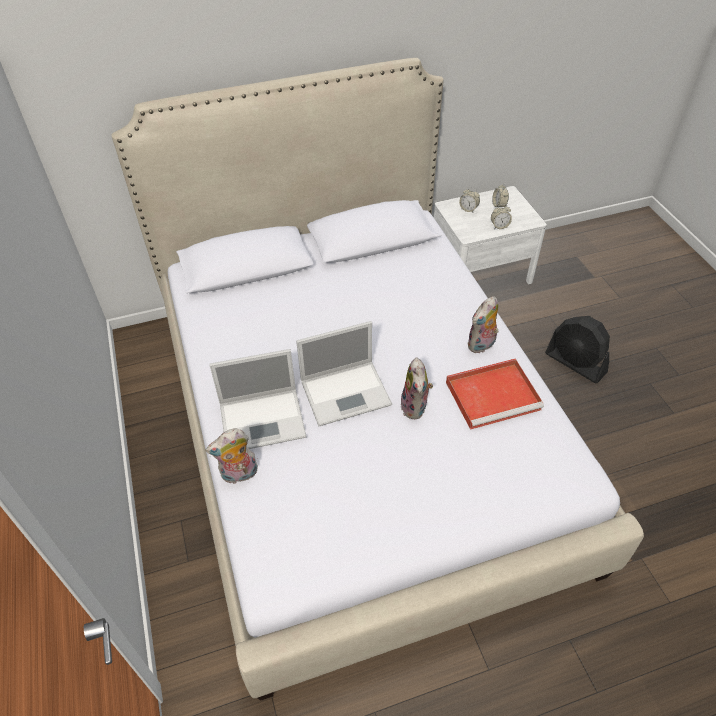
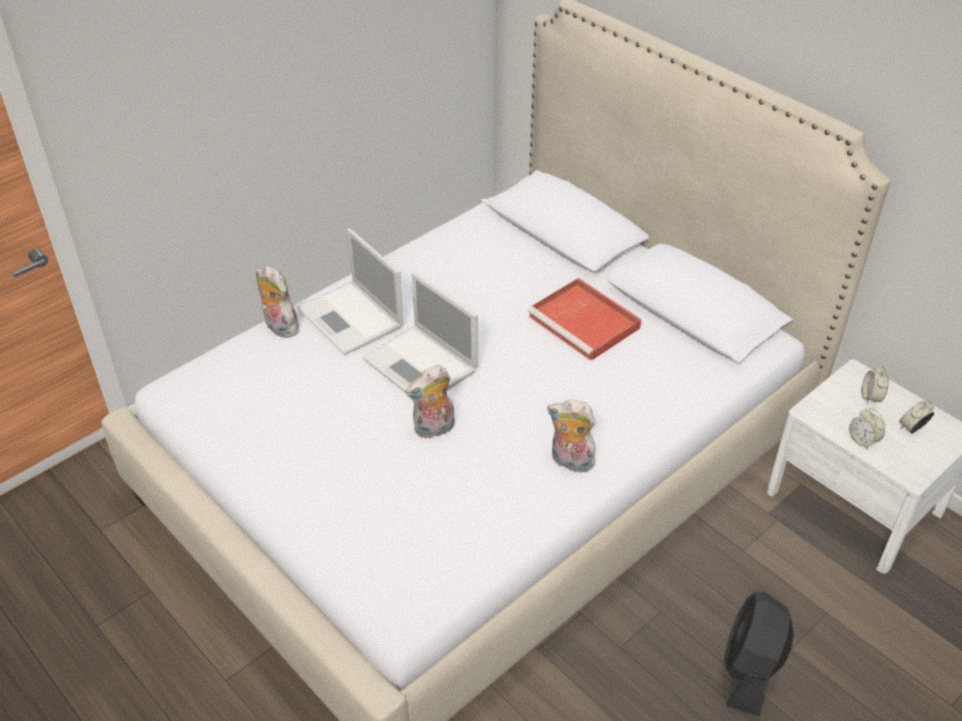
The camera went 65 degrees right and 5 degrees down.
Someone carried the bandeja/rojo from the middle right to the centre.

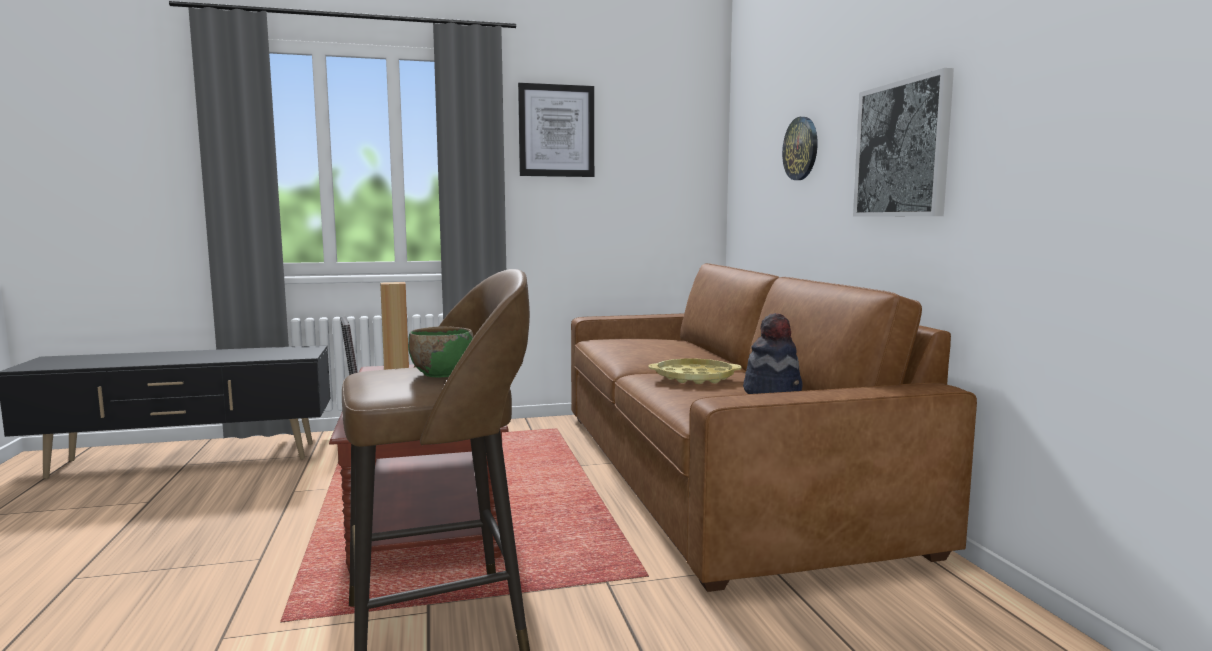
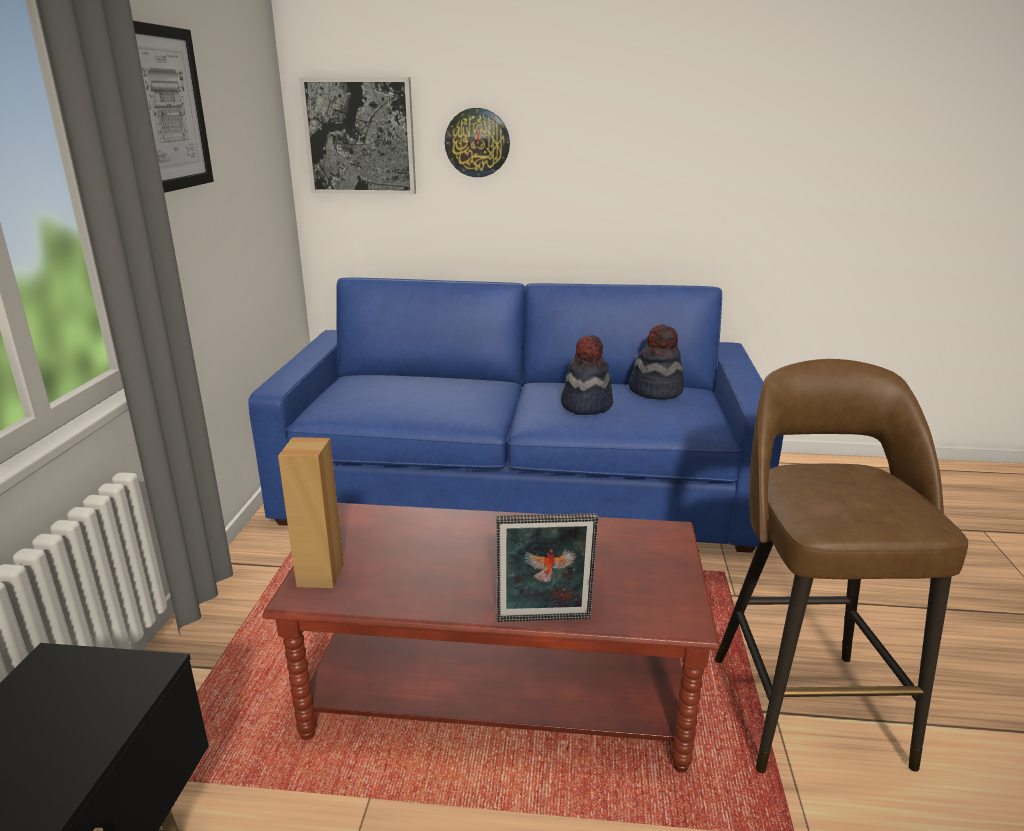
The camera went 70 degrees left and 15 degrees up.
Someone carried the cuadro (2nd from left) from the top right to the top centre.
Someone repainted the sofá/marrón at the centre, which became the sofá/azul at the centre.
Someone took away the cuenco/verde at the centre.
Someone swapped the bandeja/amarillo at the centre for the sombrero (1st from left) at the centre.

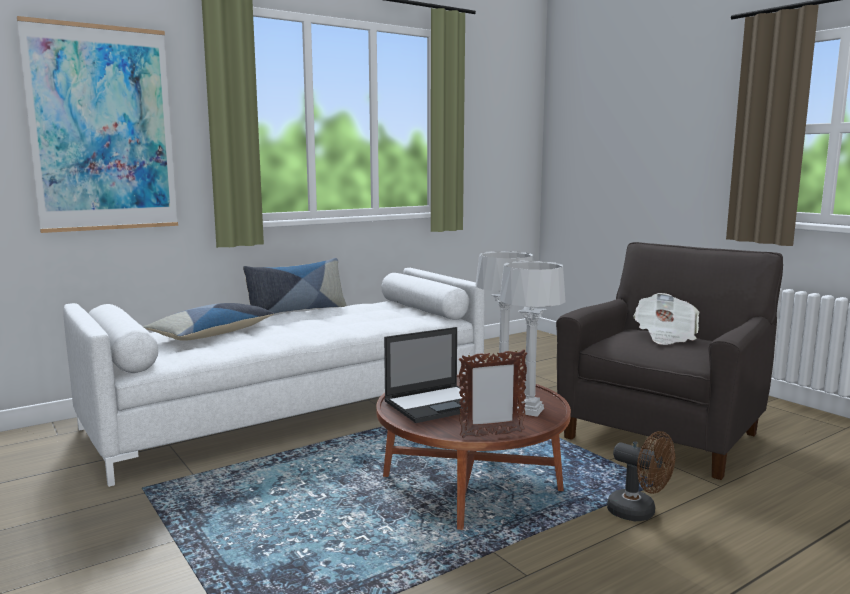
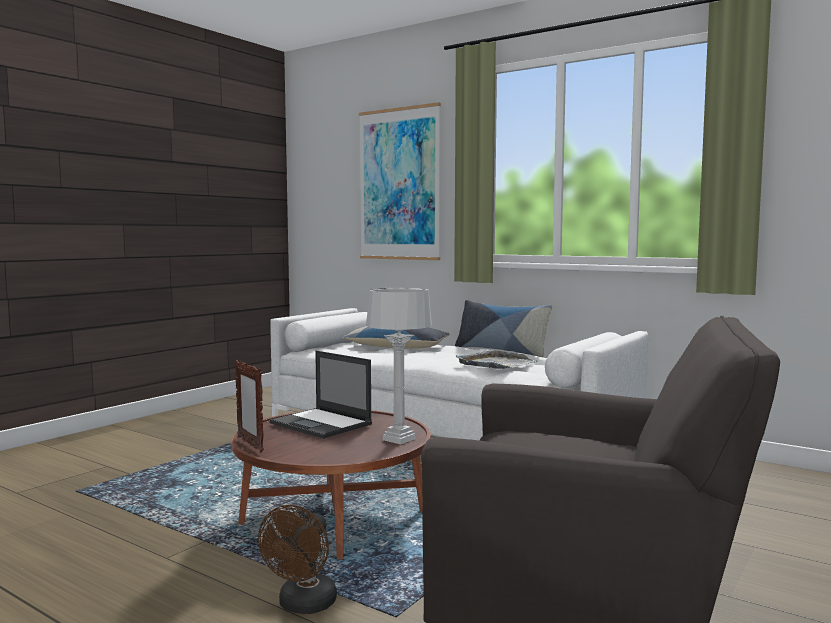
The camera went 70 degrees right and 5 degrees down.
Someone took away the lámpara de mesa/gris (2nd from left) at the centre.
Someone took away the periódico at the middle right.
Someone put down the bandeja/gris at the centre.

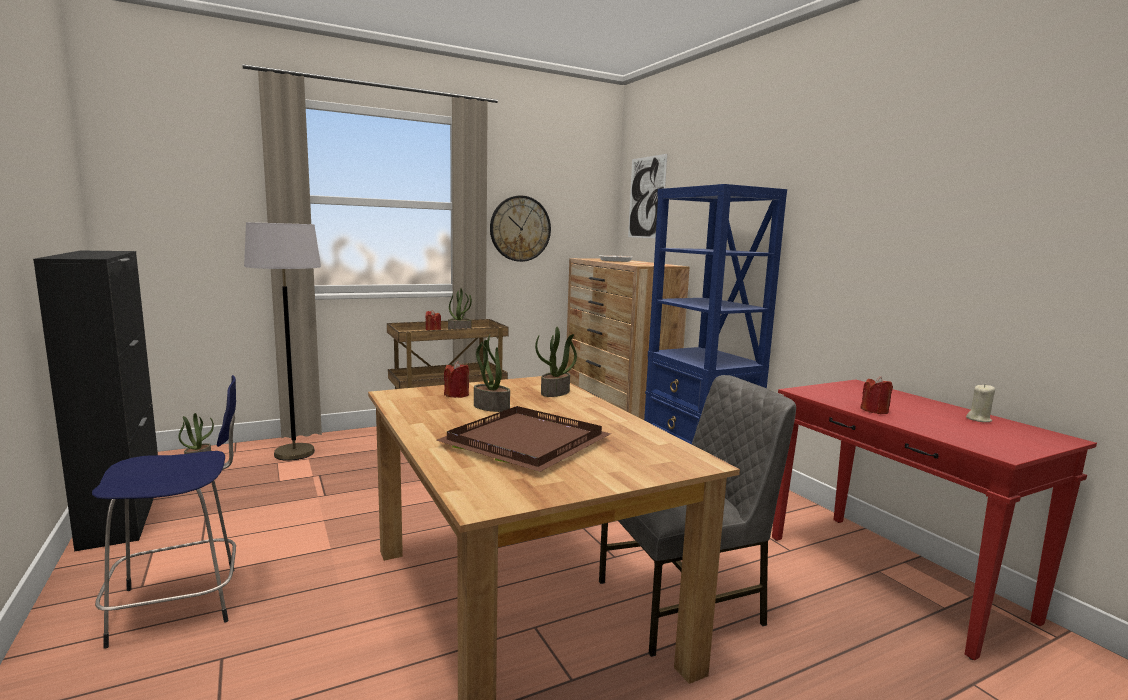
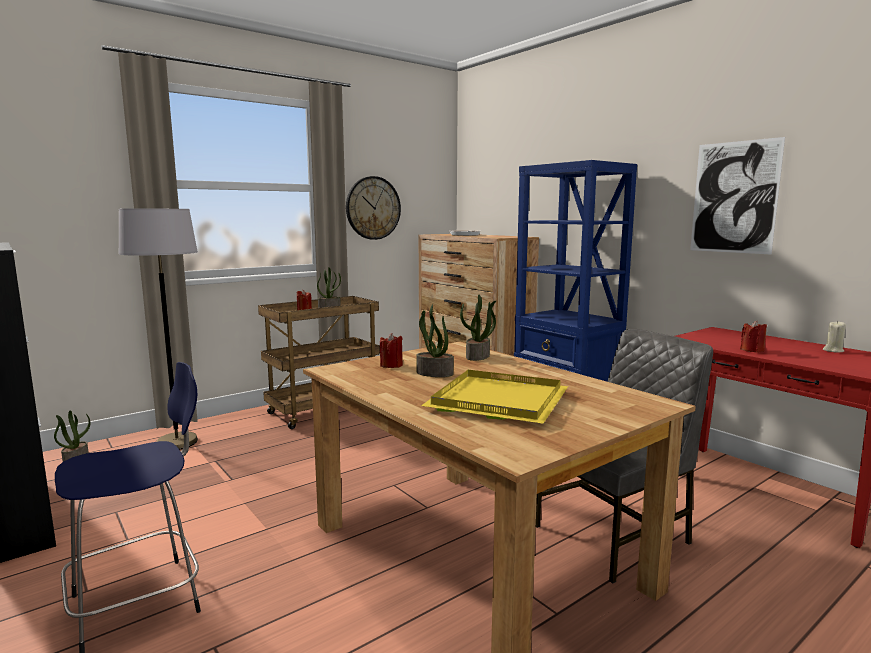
The camera went 10 degrees left and 0 degrees up.
Someone carried the cuadro from the top centre to the top right.
Someone repainted the bandeja/marrón at the centre, which became the bandeja/amarillo at the centre.

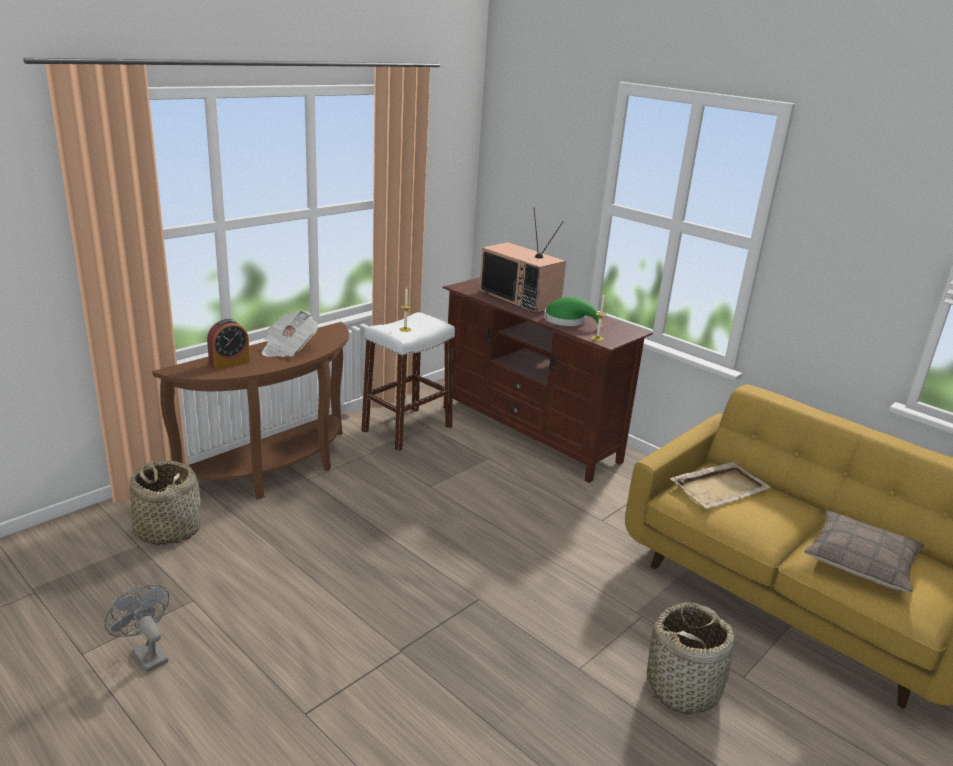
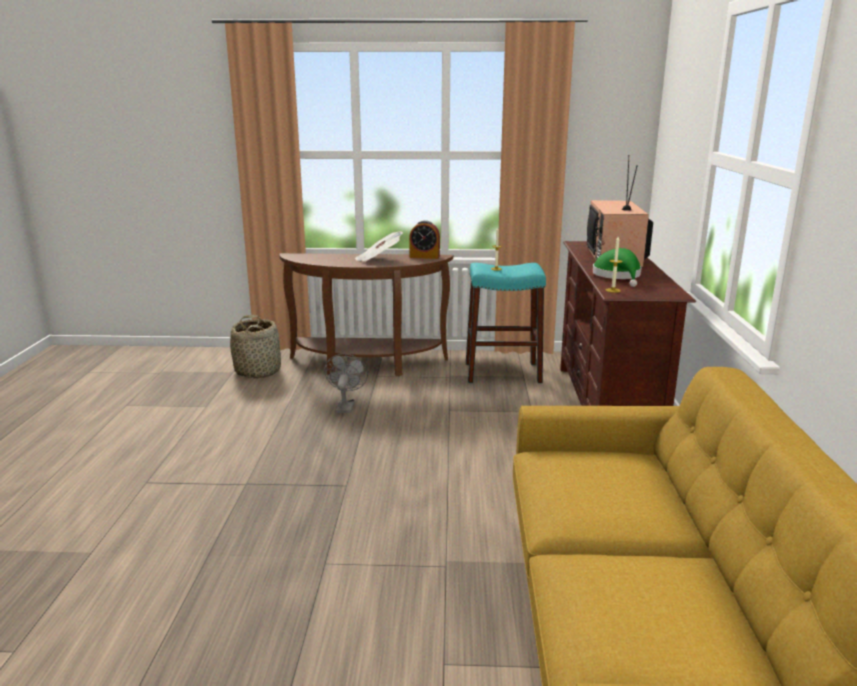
The camera went 50 degrees right and 5 degrees down.
Someone repainted the taburete/blanco at the centre, which became the taburete/turquesa at the centre.
Someone carried the despertador from the middle left to the centre.
Someone took away the bandeja/beis at the middle right.
Someone took away the cojín at the bottom right.
Someone carried the ventilador/gris from the bottom left to the centre.
Someone took away the cesta (2nd from left) at the bottom right.

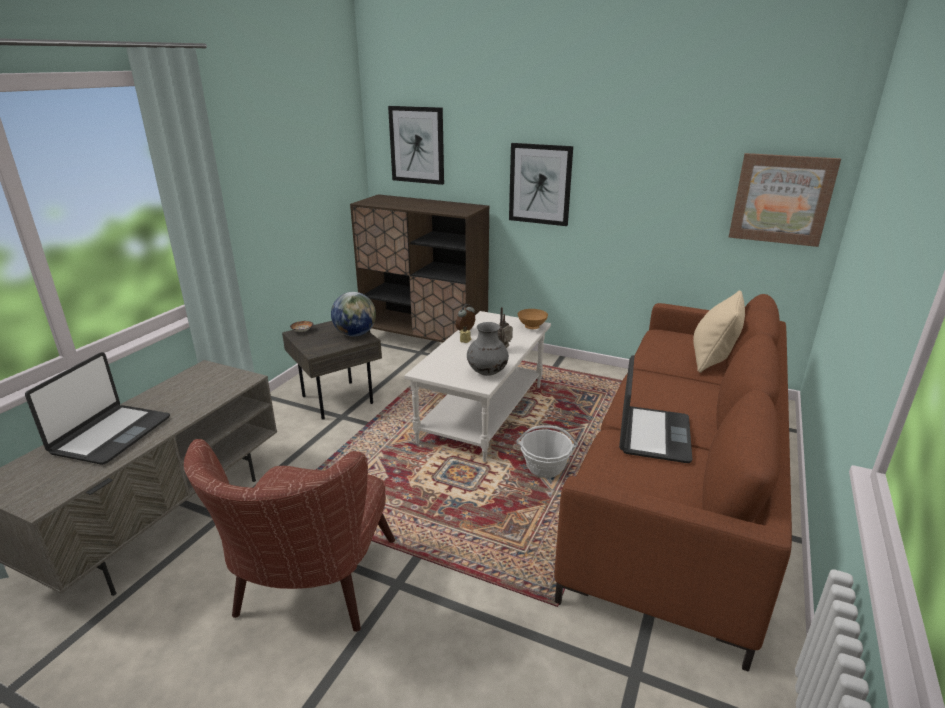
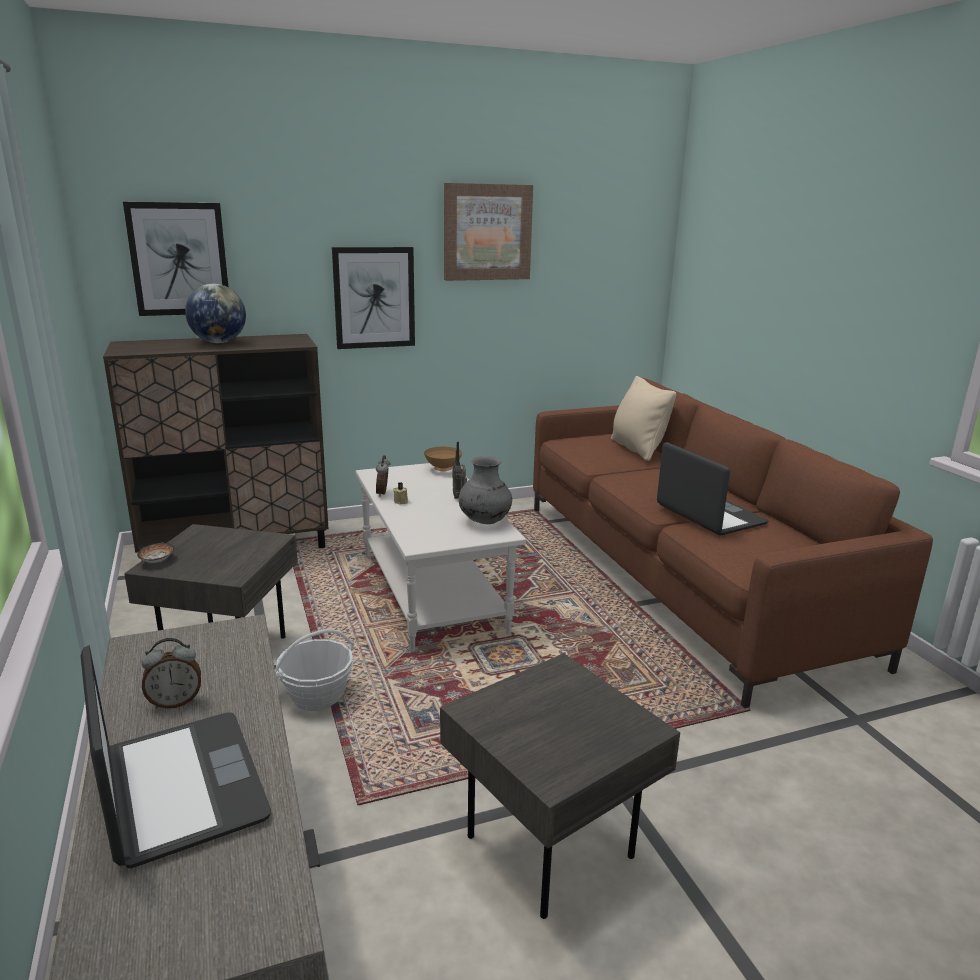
The camera went 45 degrees left and 5 degrees down.
Someone carried the cuadro (3rd from left) from the top right to the top centre.
Someone carried the globo terráqueo from the centre to the top left.
Someone carried the cesta from the centre to the bottom left.
Someone swapped the sillón/marrón at the bottom left for the mesa auxiliar/gris (2nd from left) at the bottom centre.
Someone put down the despertador (1st from left) at the bottom left.

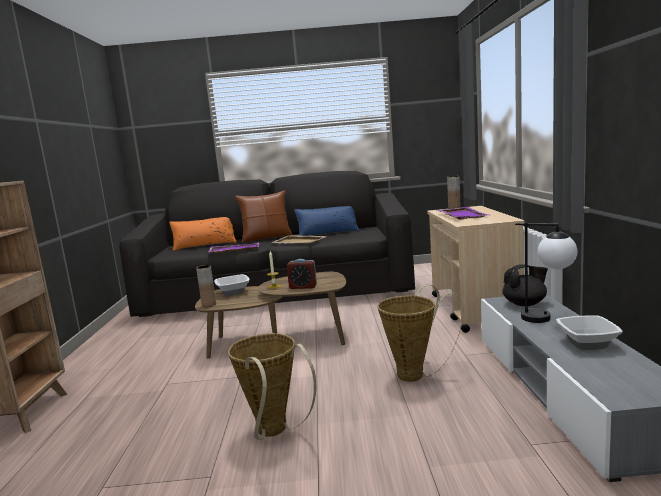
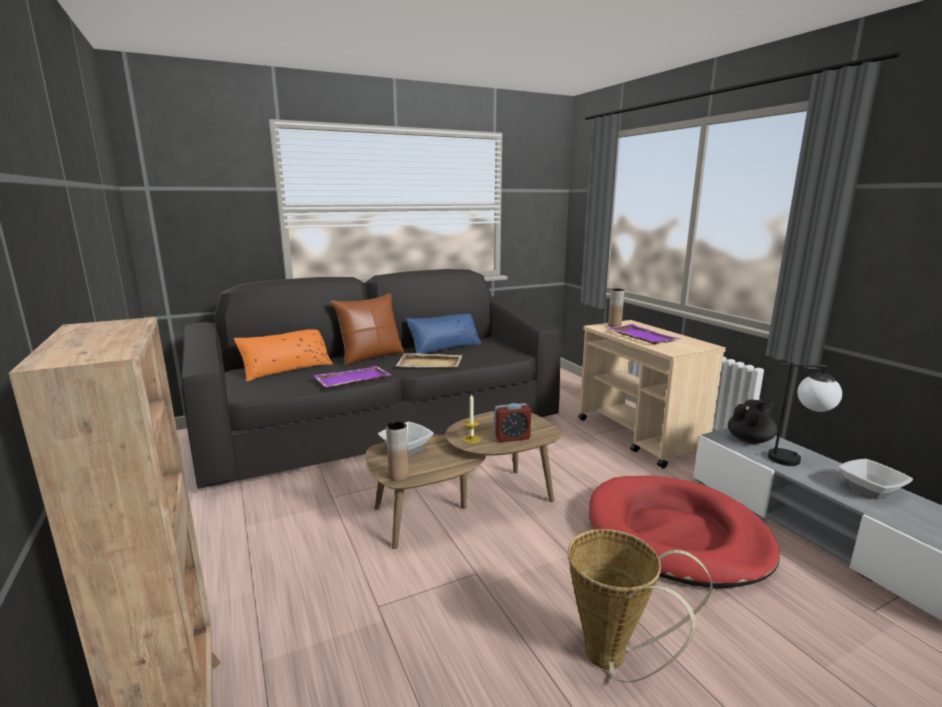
The camera went 25 degrees left and 5 degrees up.
Someone swapped the cesta (2nd from left) at the bottom centre for the cama para perro/rojo at the bottom right.

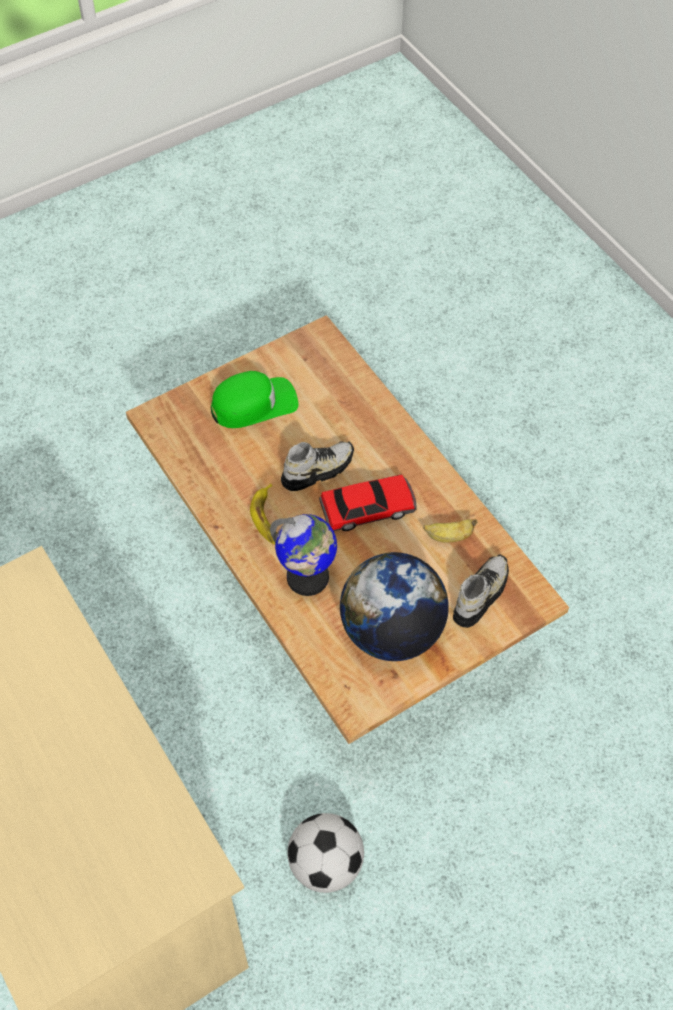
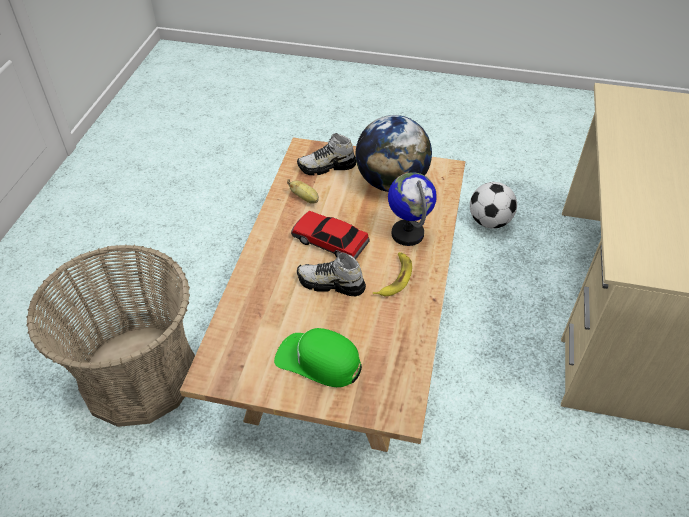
The camera went 135 degrees left and 10 degrees down.
Someone put down the cesta at the middle left.

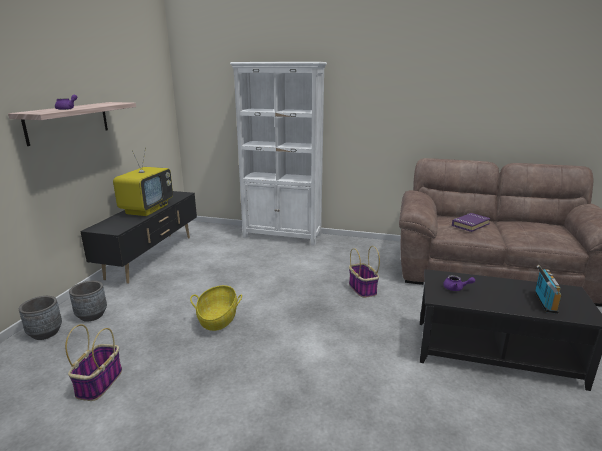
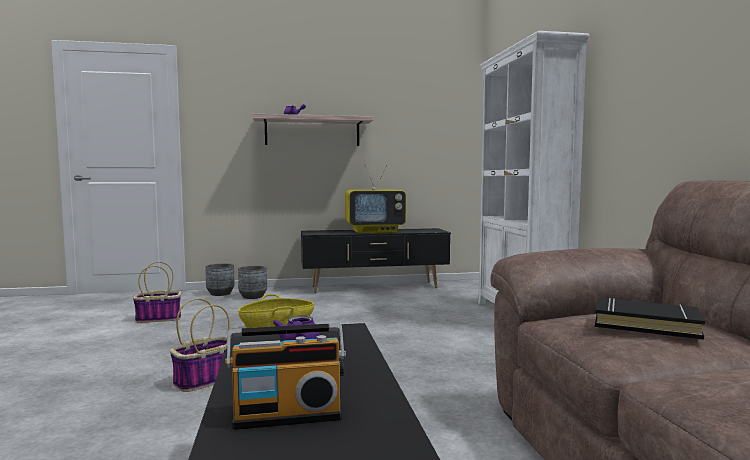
The camera went 65 degrees right and 15 degrees down.
Someone repainted the libro/morado at the middle right, which became the libro/negro at the bottom right.
Someone carried the cesta (3rd from left in the first image) from the centre to the bottom left.

